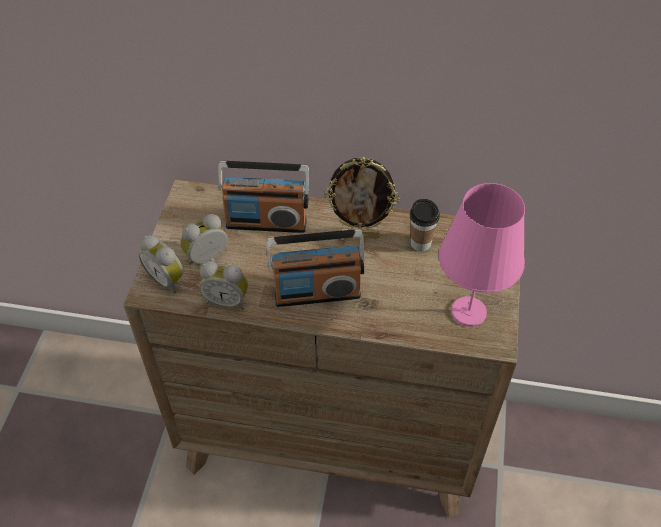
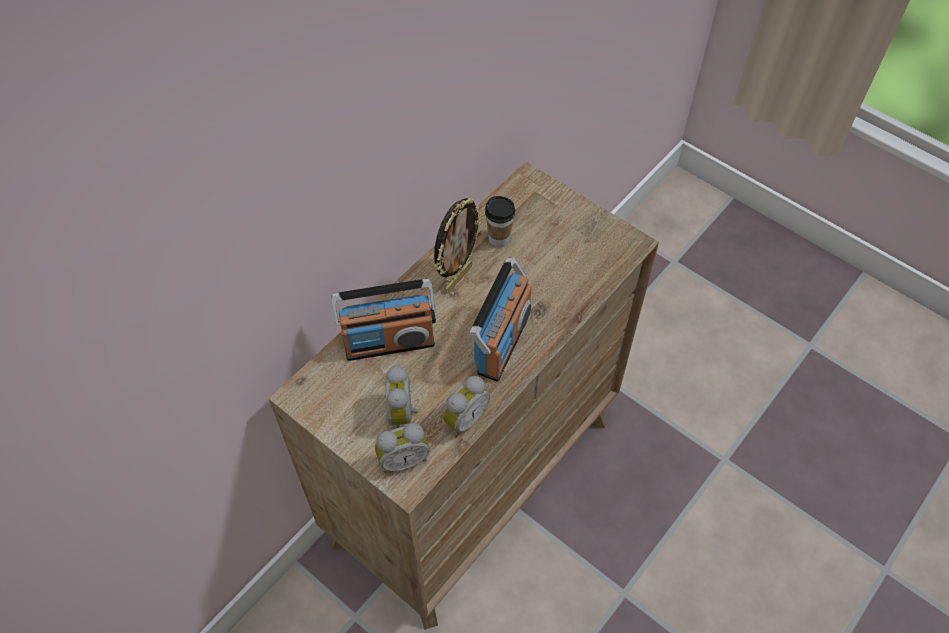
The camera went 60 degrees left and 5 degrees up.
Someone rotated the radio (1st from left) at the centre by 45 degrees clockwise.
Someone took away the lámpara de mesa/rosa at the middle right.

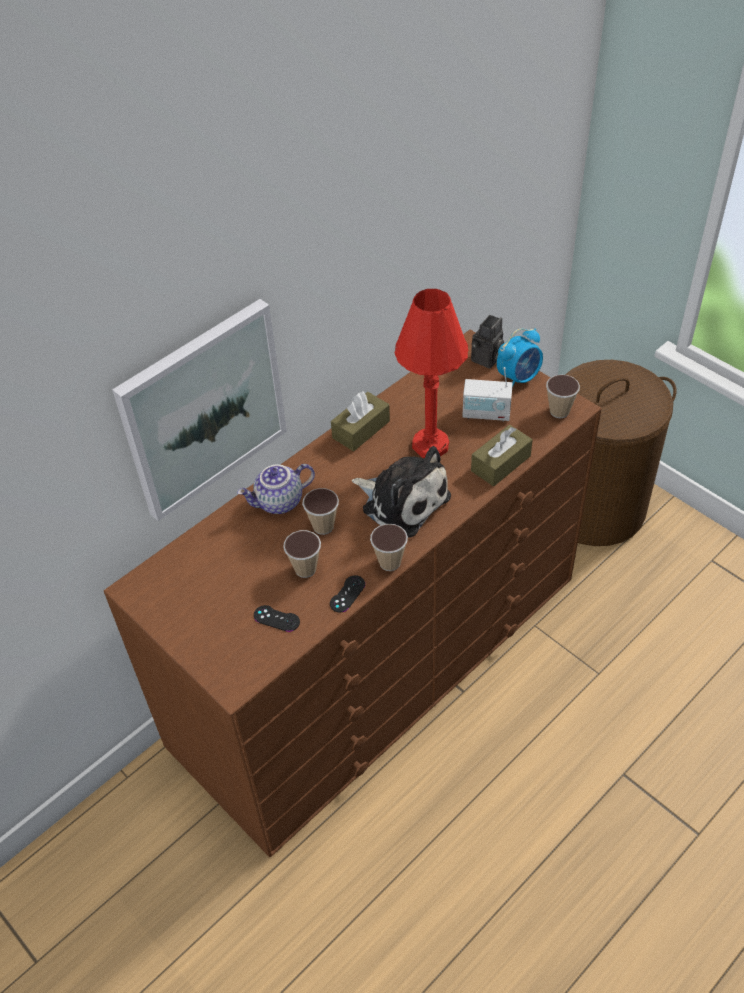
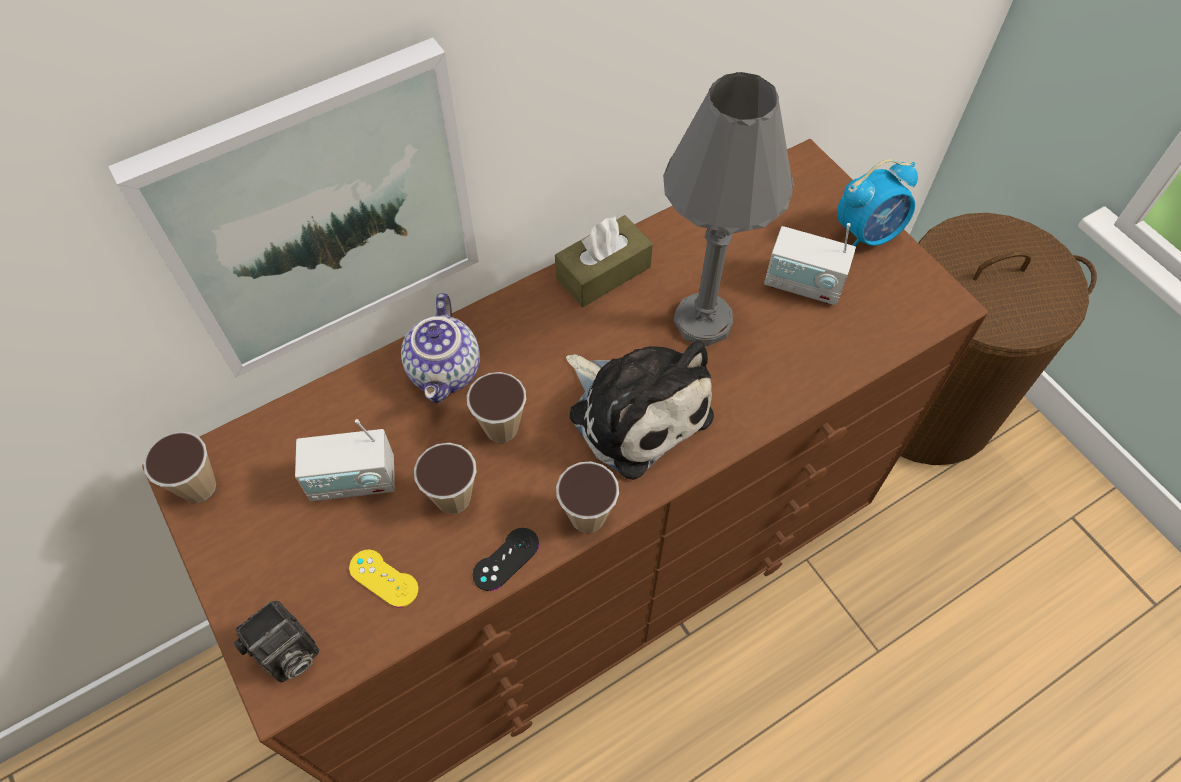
The camera went 10 degrees right and 10 degrees up.
Someone repainted the lámpara de mesa/rojo at the centre, which became the lámpara de mesa/gris at the top centre.
Someone carried the cámara from the centre to the bottom left.
Someone carried the taza (4th from left in the first image) from the middle right to the middle left.
Someone took away the caja de pañuelos/marrón (2nd from left) at the middle right.
Someone rotated the tetera at the centre by 75 degrees counterclockwise.
Someone repainted the mando de consola/negro (1st from left) at the centre, which became the mando de consola/amarillo at the bottom left.
Someone put down the radio (1st from left) at the middle left.

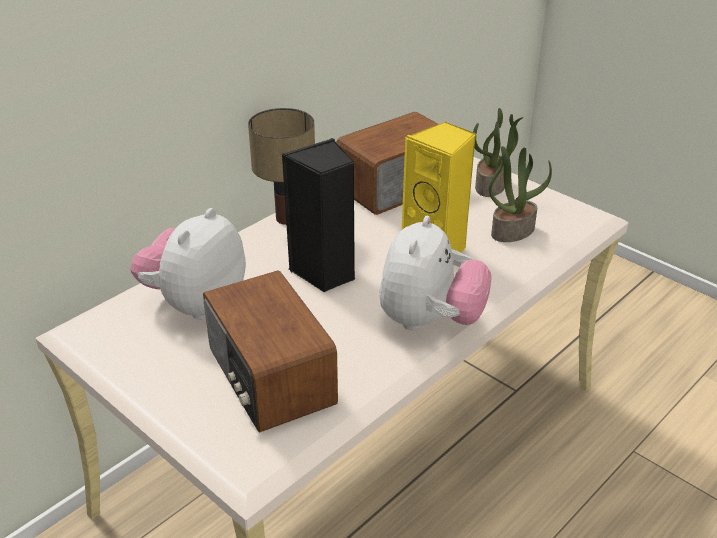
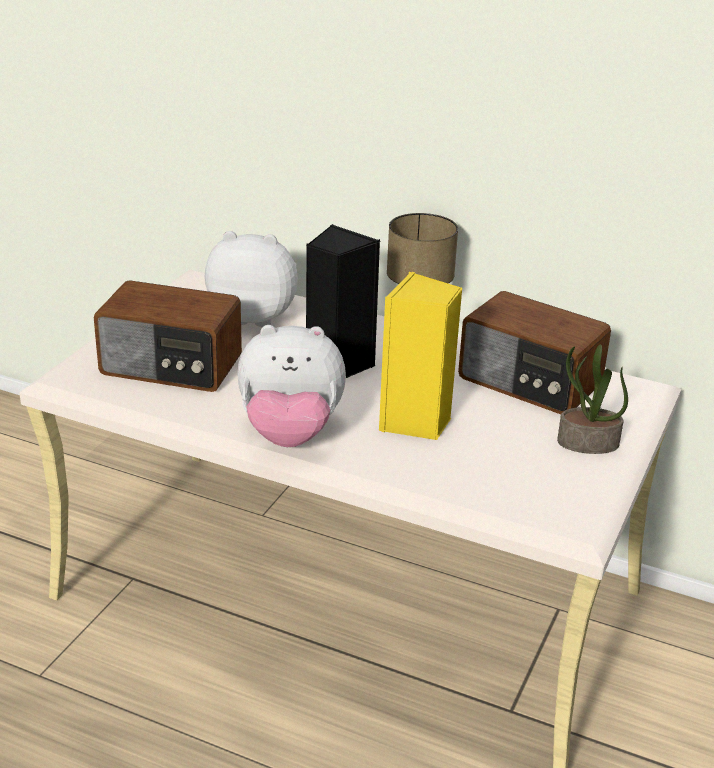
The camera went 70 degrees right and 5 degrees down.
Someone took away the planta en maceta (2nd from left) at the middle right.
Someone rotated the radio (1st from left) at the centre by 120 degrees counterclockwise.

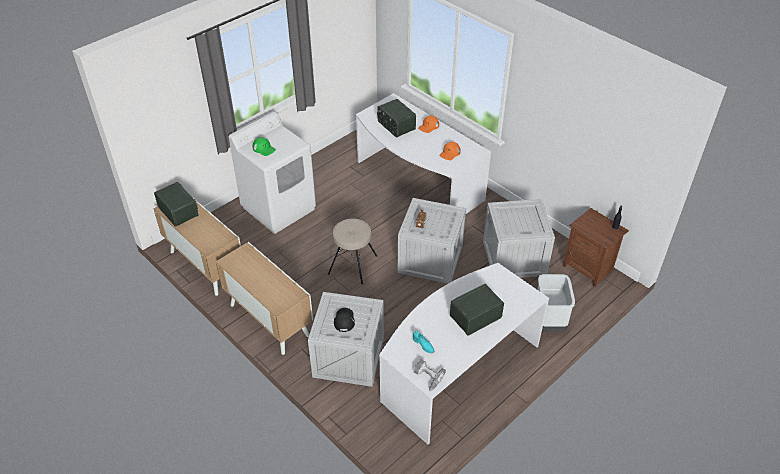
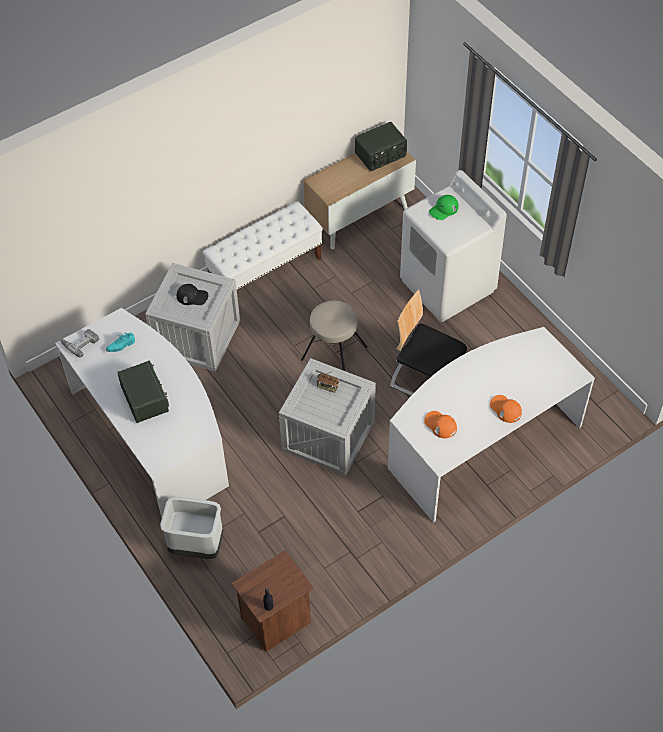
The camera went 100 degrees right and 10 degrees up.
Someone took away the radio (2nd from left) at the top centre.
Someone took away the caja de embalaje (3rd from left) at the centre.
Someone swapped the armario (2nd from left) at the centre for the banco/blanco at the centre.
Someone put down the silla at the centre.

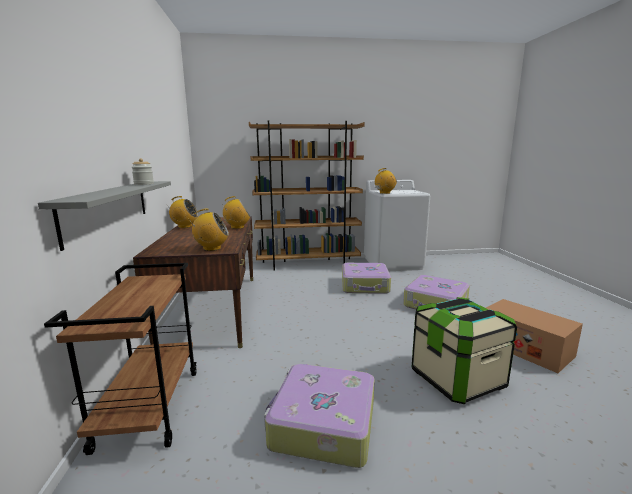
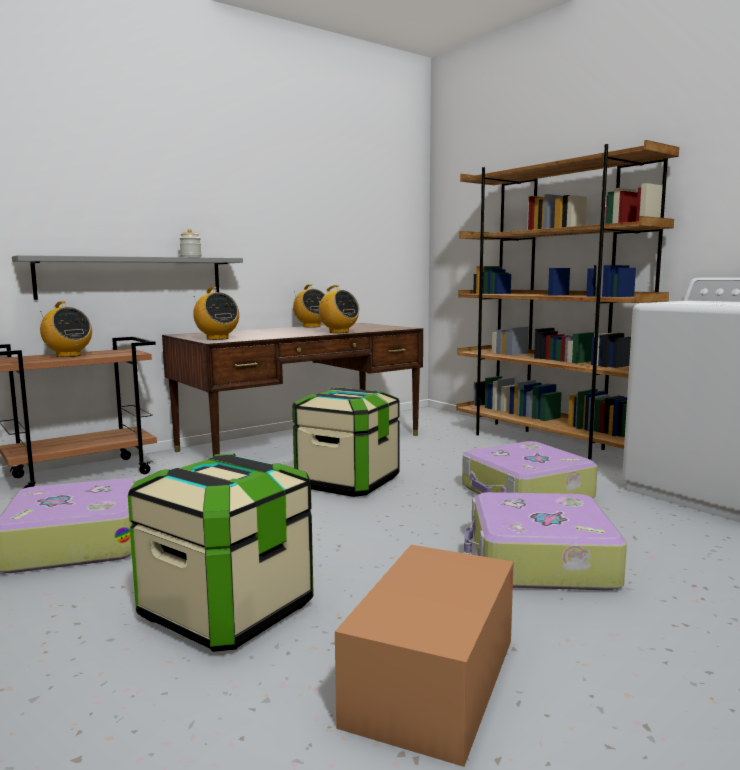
The camera went 60 degrees right and 5 degrees down.
Someone carried the radio (4th from left in the first image) from the centre to the middle left.
Someone put down the caja de almacenaje (2nd from left) at the centre.

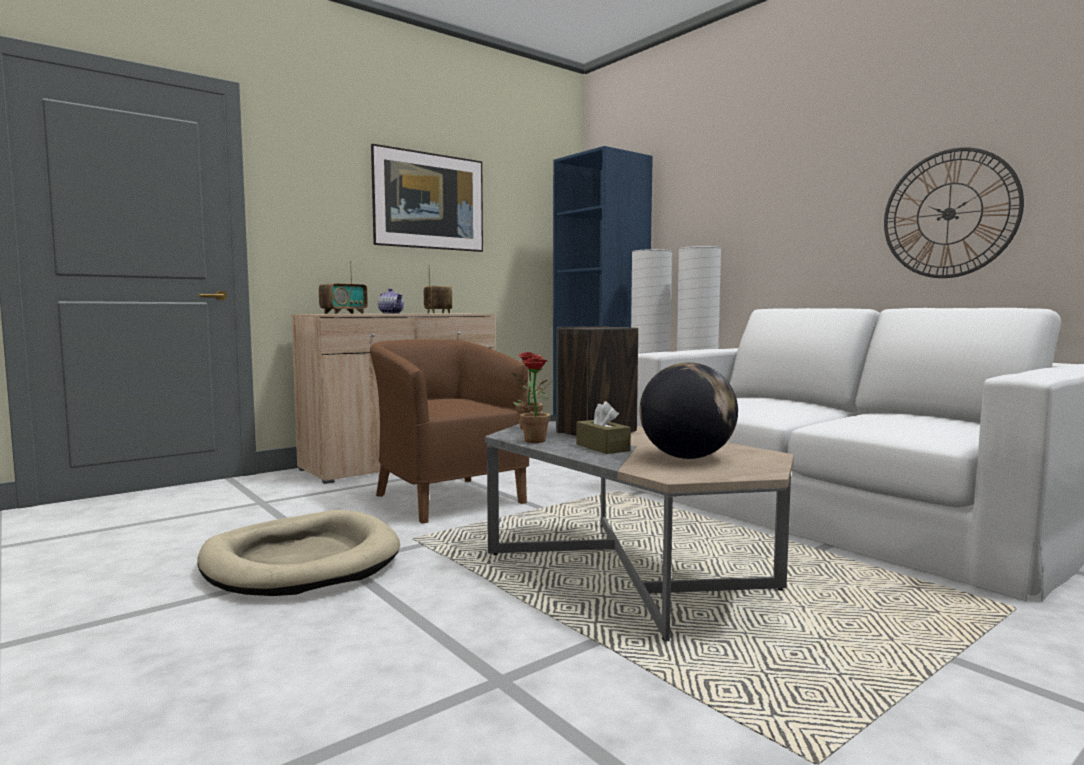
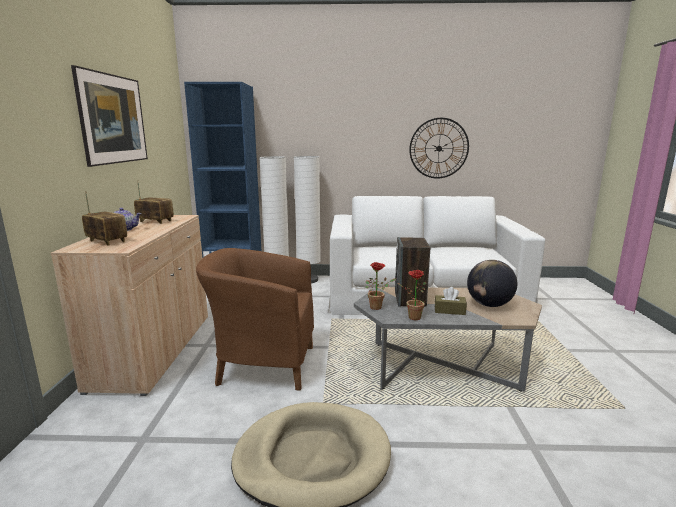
The camera went 50 degrees left and 10 degrees up.
Someone rotated the radio (1st from left) at the middle left by 45 degrees counterclockwise.

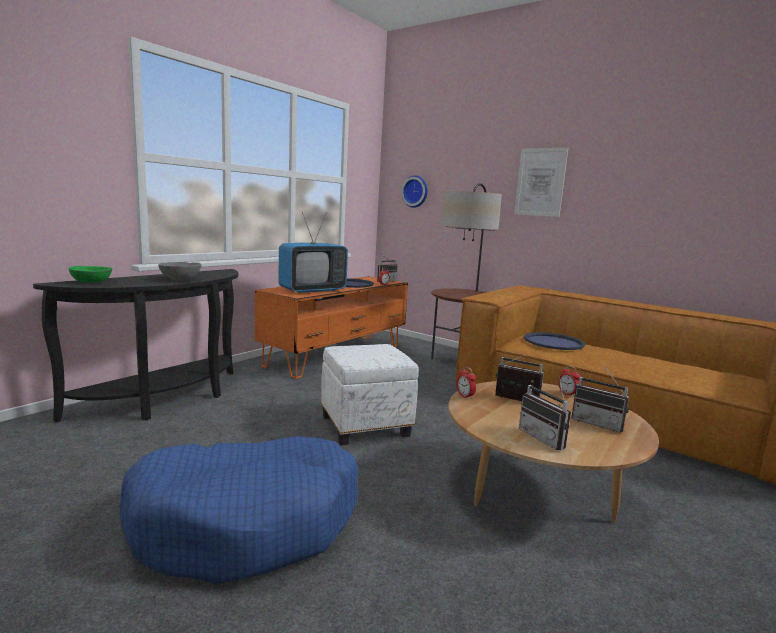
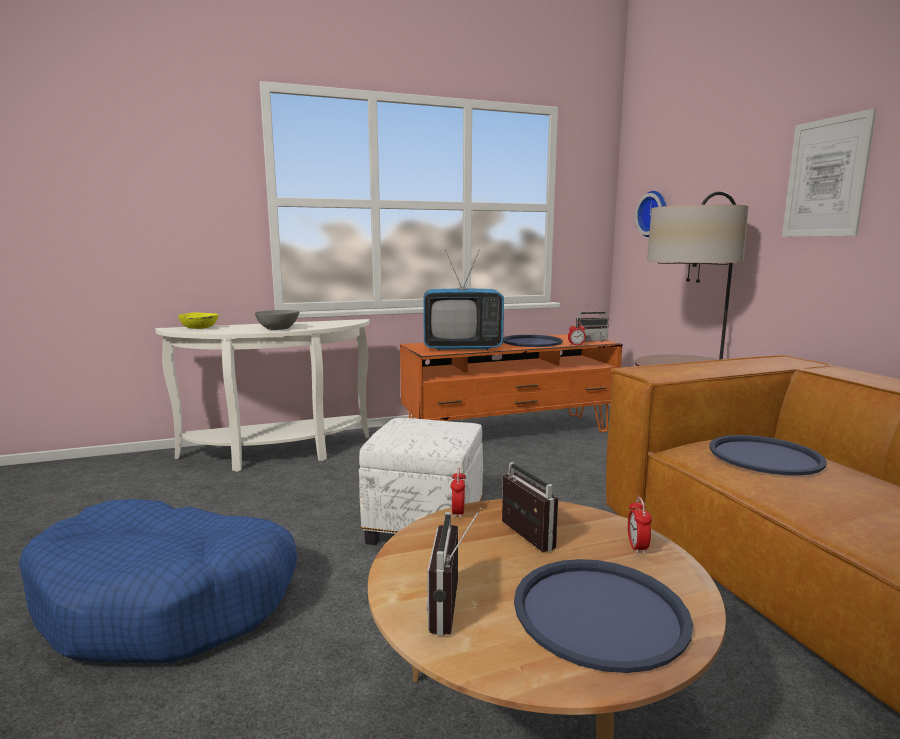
The camera went 35 degrees right and 0 degrees up.
Someone repainted the cuenco/verde at the middle left, which became the cuenco/amarillo at the middle left.
Someone repainted the mesa consola/negro at the middle left, which became the mesa consola/blanco at the middle left.
Someone swapped the radio (4th from left) at the middle right for the bandeja/azul (2nd from left) at the bottom right.

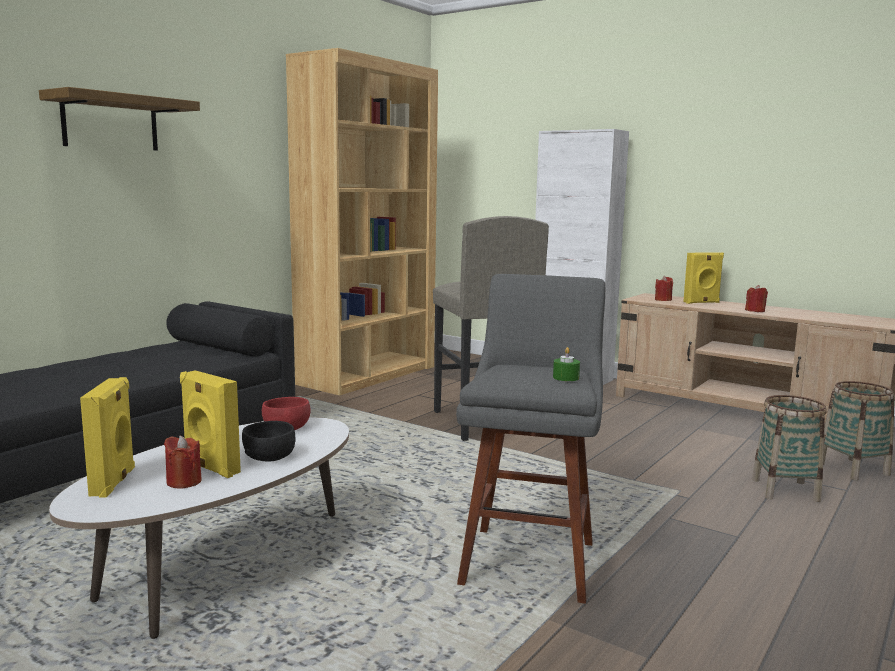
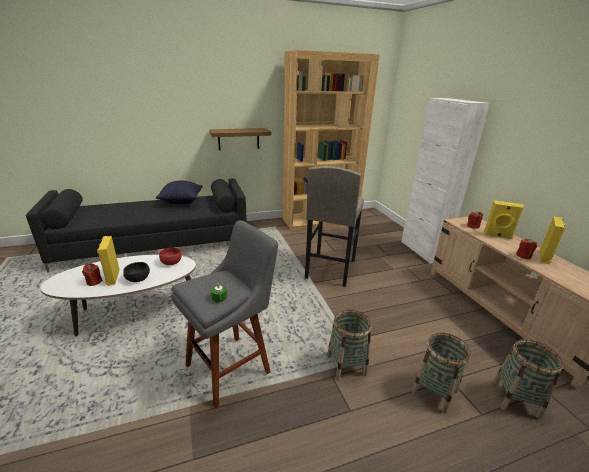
The camera went 35 degrees right and 15 degrees up.
Someone carried the estante from the top left to the top centre.
Someone carried the altavoz/amarillo (1st from left in the first image) from the middle left to the middle right.
Someone put down the cojín/negro at the middle left.
Someone put down the cesta (1st from left) at the bottom centre.

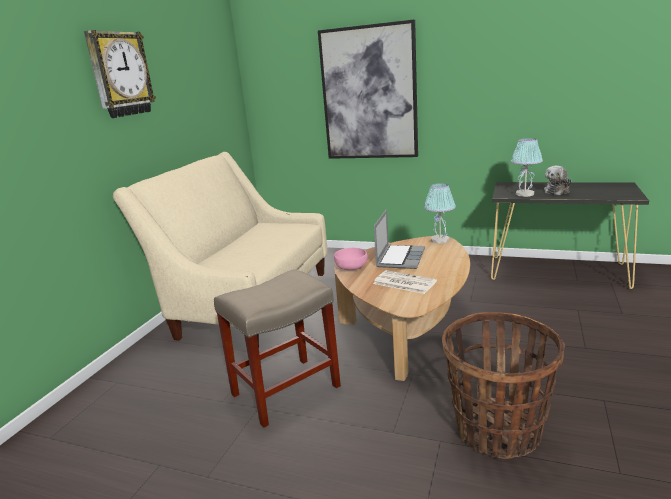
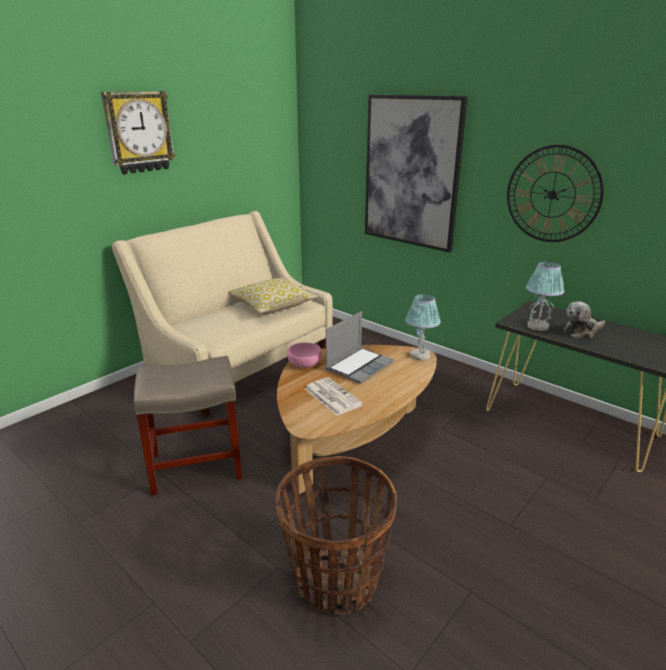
The camera went 20 degrees right and 5 degrees up.
Someone put up the reloj de pared (2nd from left) at the top right.
Someone put down the cojín at the centre.

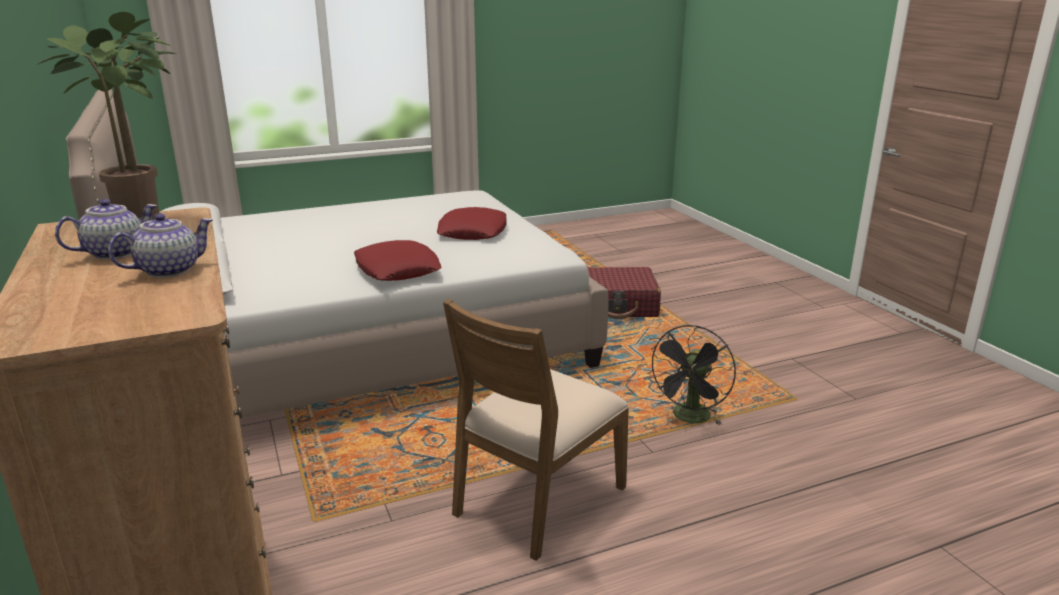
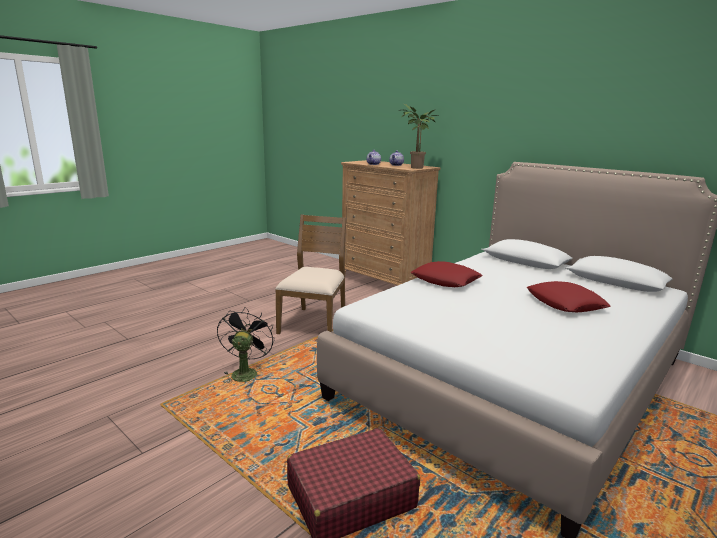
The camera went 155 degrees right and 5 degrees down.
Someone carried the cojín/rojo (2nd from left) from the centre to the middle right.

